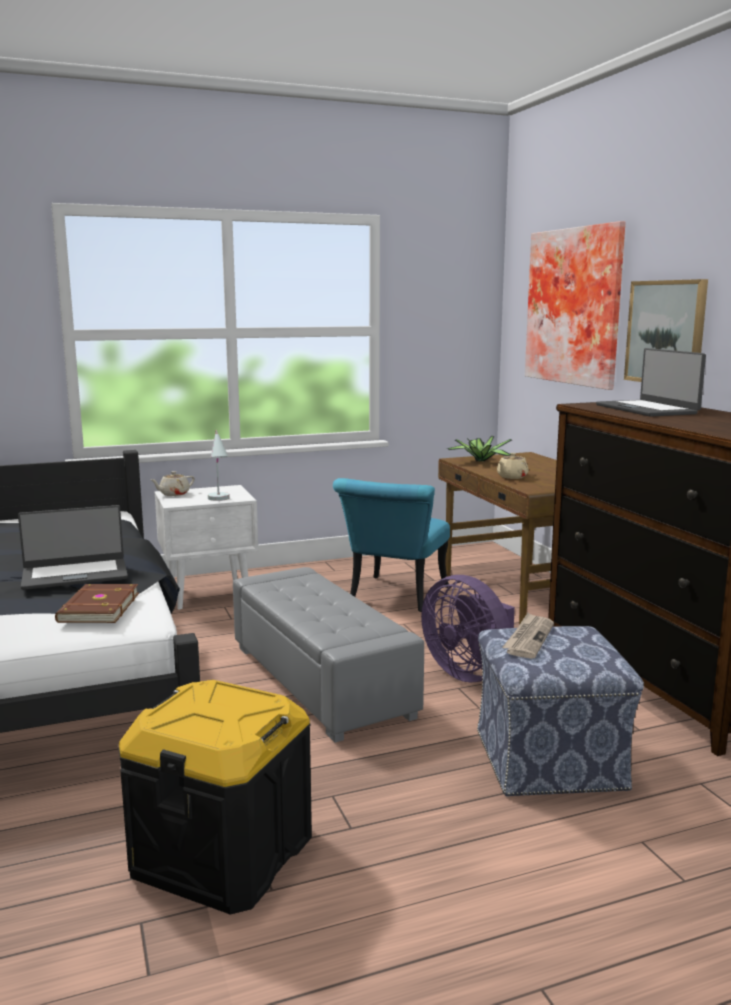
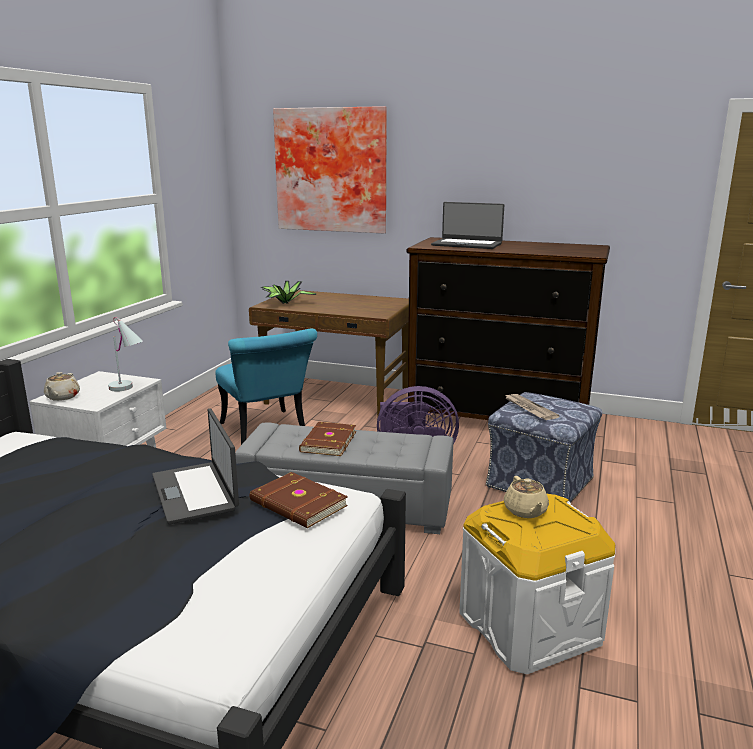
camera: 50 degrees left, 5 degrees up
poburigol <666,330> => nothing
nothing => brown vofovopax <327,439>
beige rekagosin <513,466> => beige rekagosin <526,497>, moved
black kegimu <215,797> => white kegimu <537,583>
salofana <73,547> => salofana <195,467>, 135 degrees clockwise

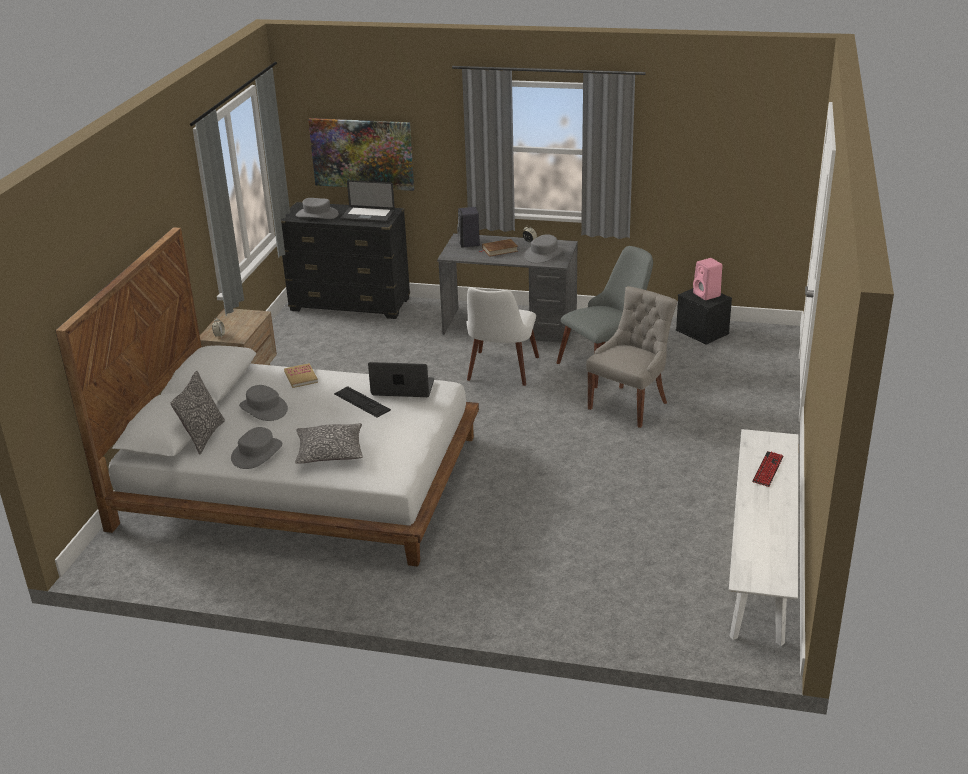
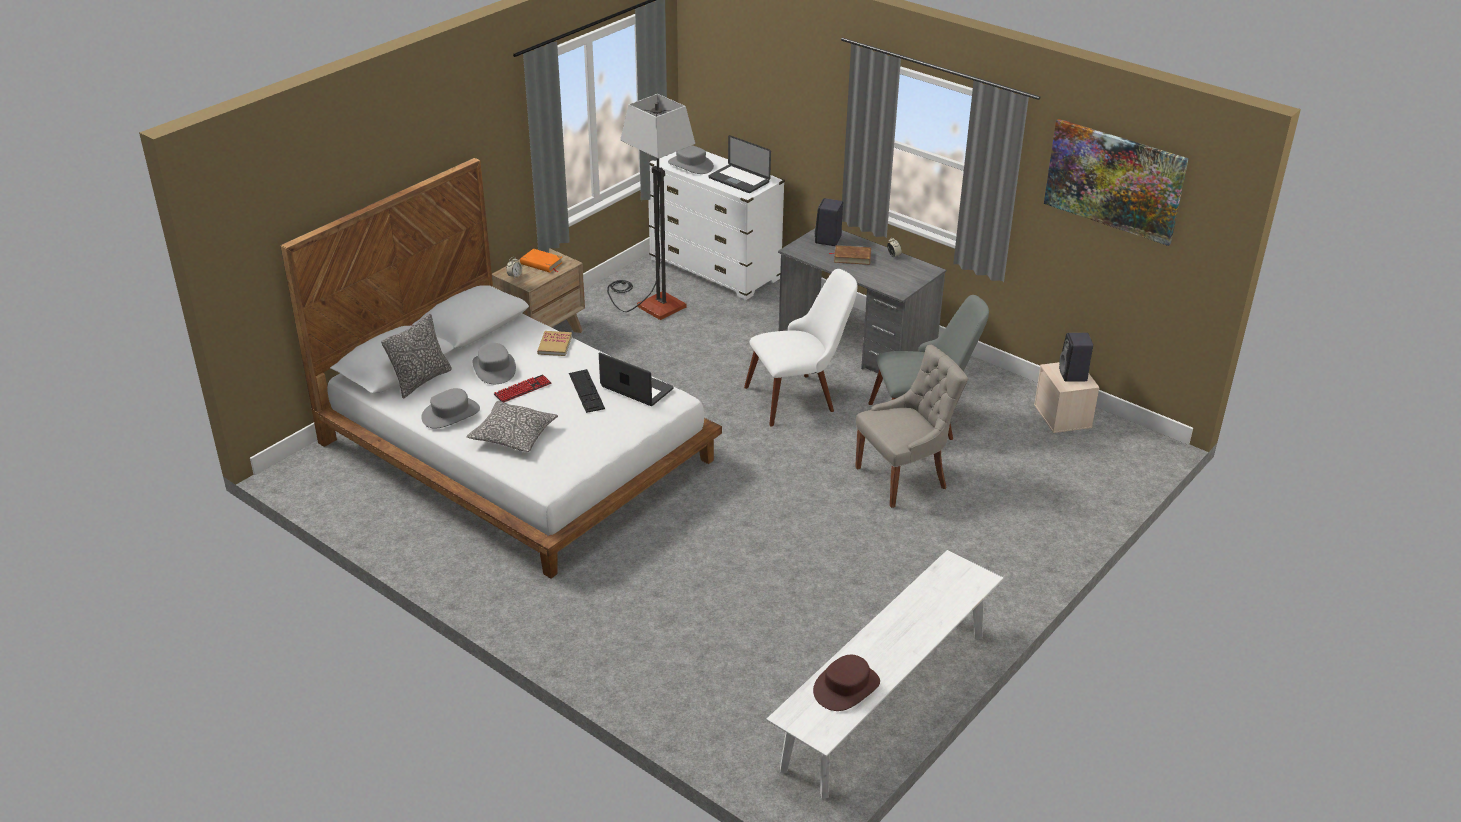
camera: 25 degrees right, 5 degrees up
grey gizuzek <544,248> => nothing
nothing => orange vofovopax <541,261>
nothing => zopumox <651,207>
nothing => brown gizuzek <846,683>
poburigol <361,154> => poburigol <1116,182>, moved
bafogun <768,469> => bafogun <522,388>, moved
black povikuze <345,260> => white povikuze <716,225>
black kegimu <704,316> => beige kegimu <1067,397>
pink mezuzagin <707,279> => black mezuzagin <1076,357>
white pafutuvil <502,336> => white pafutuvil <801,348>, 150 degrees counterclockwise

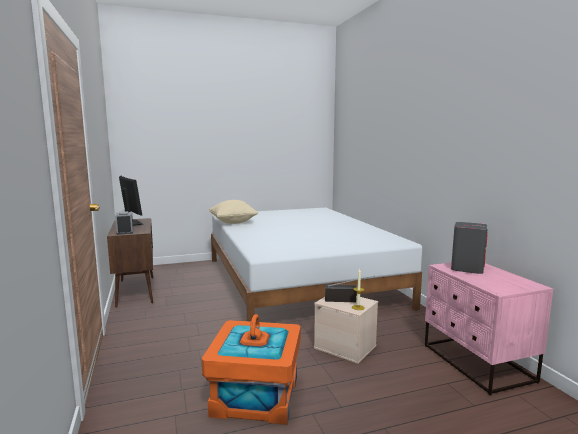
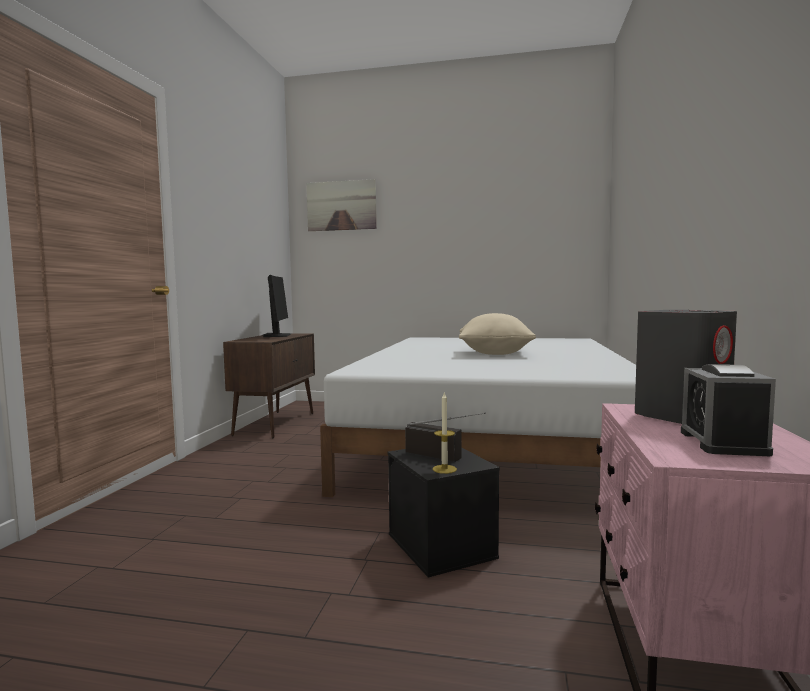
camera: 30 degrees right, 5 degrees down
orange kegimu <251,369> => nothing
nothing => poburigol <342,205>
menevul <124,223> => menevul <728,410>, moved
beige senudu <233,212> => beige senudu <497,334>, moved
beige kegimu <346,330> => black kegimu <444,512>

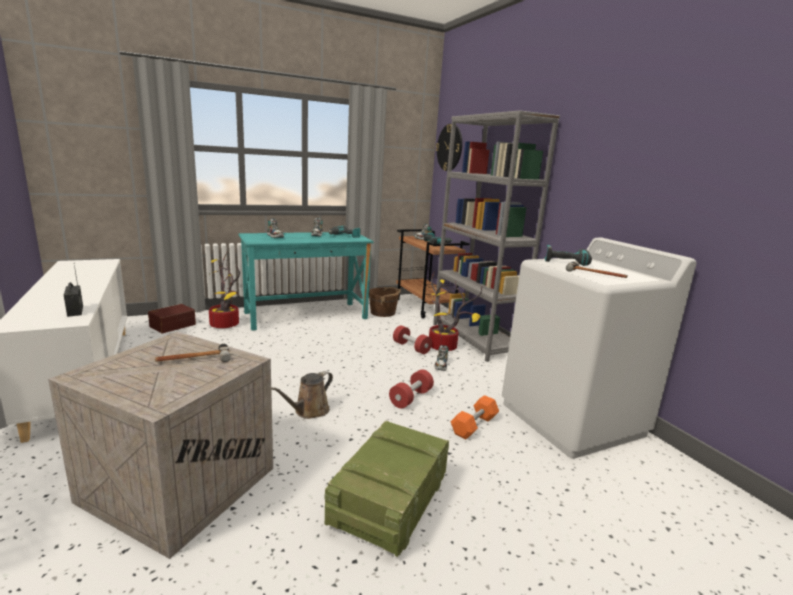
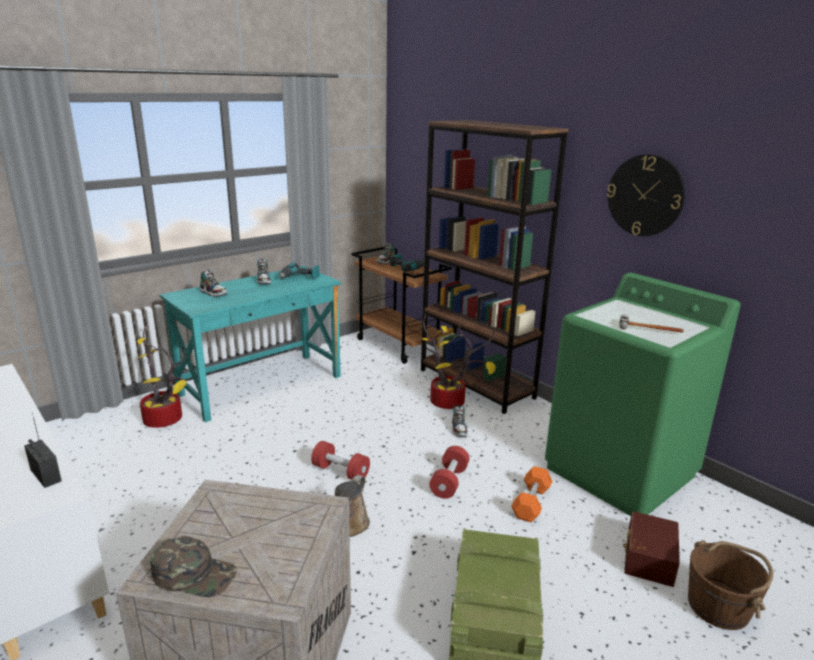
camera: 15 degrees left, 5 degrees up
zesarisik <193,353> => nothing
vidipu <568,255> => nothing
nothing => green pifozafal <193,566>
brown kegimu <172,318> => brown kegimu <651,549>, moved
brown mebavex <385,302> => brown mebavex <731,585>, moved
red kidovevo <412,340> => red kidovevo <340,461>, moved
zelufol <449,147> => zelufol <646,195>, moved
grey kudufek <496,236> => brown kudufek <495,267>
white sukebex <599,348> => green sukebex <643,394>

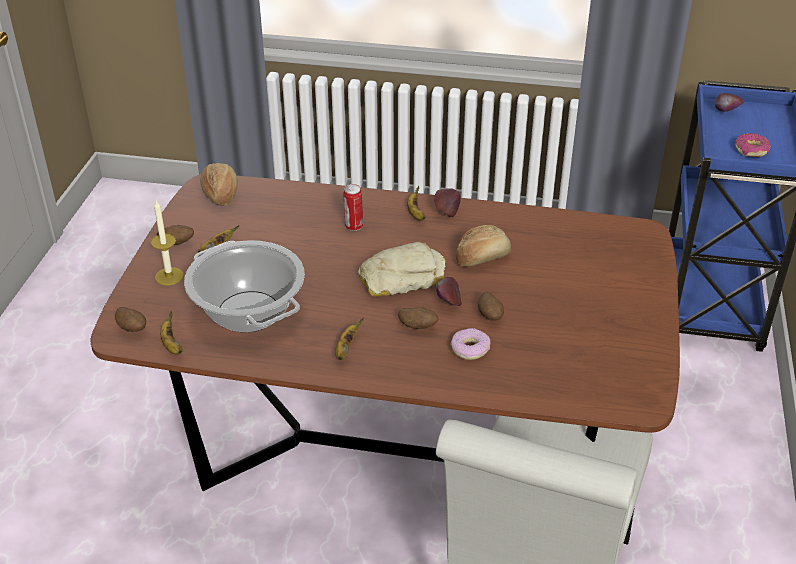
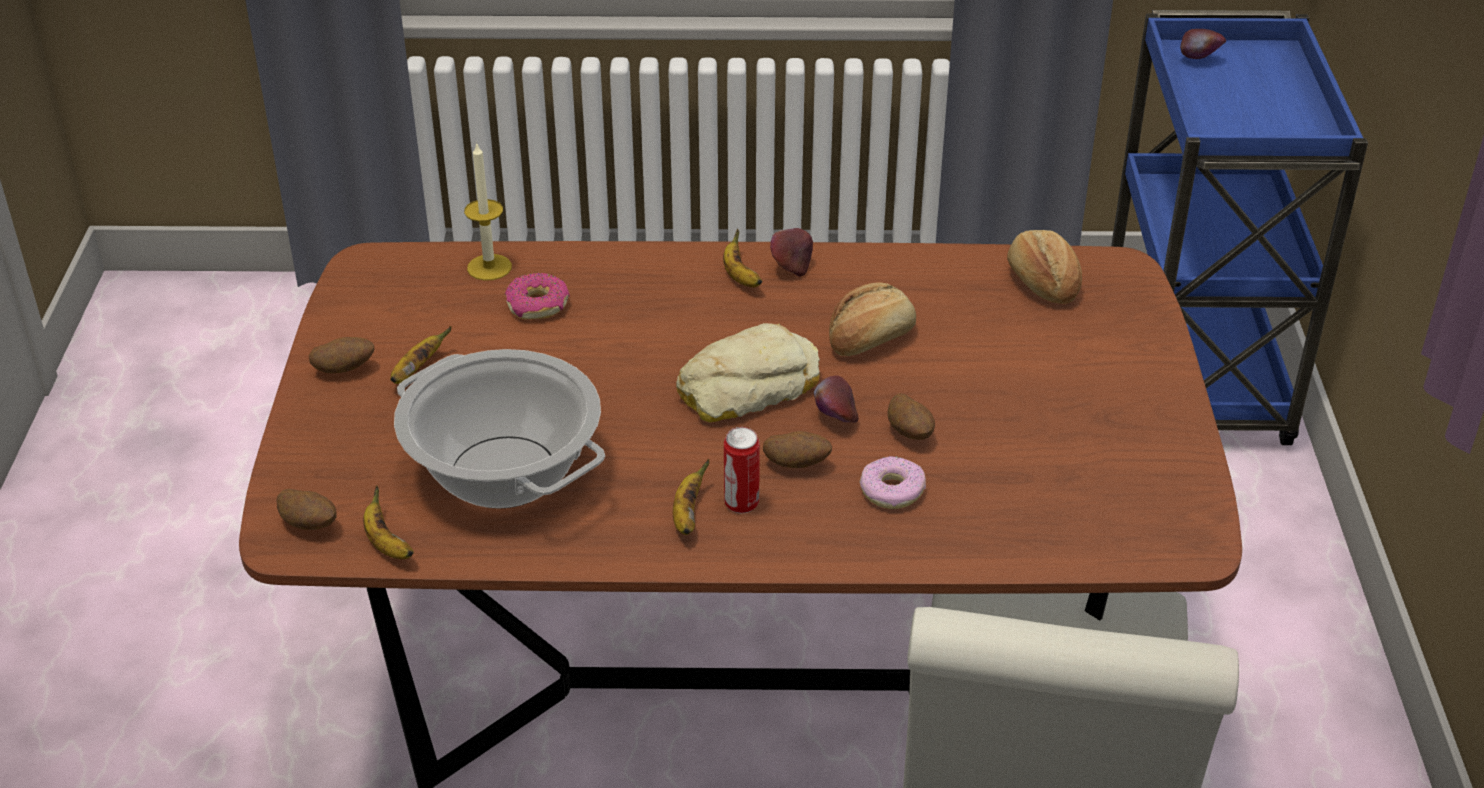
camera: 10 degrees left, 0 degrees up
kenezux <167,243> => kenezux <488,211>, moved
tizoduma <218,184> => tizoduma <1044,267>, moved
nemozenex <353,207> => nemozenex <742,470>, moved
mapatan <753,145> => mapatan <537,296>, moved

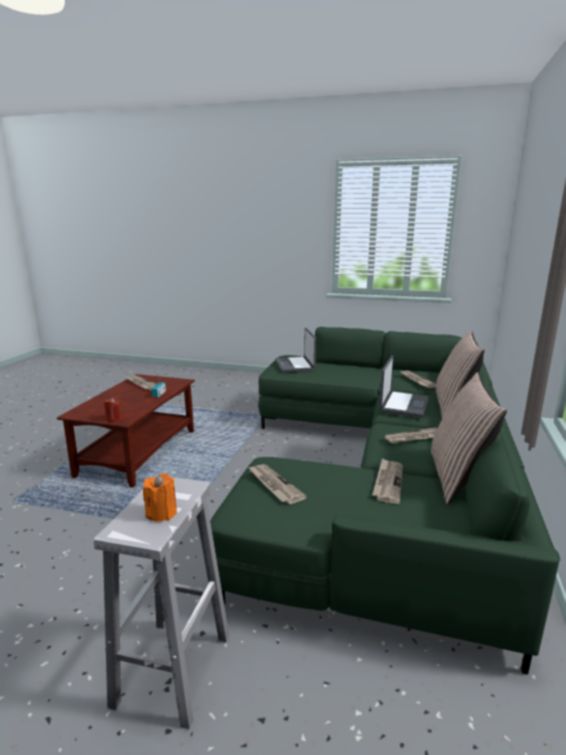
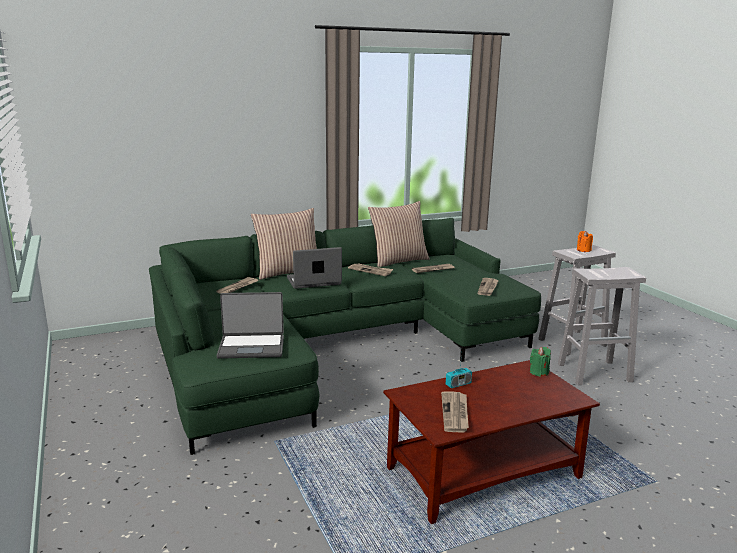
camera: 130 degrees left, 0 degrees up
nothing => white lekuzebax <602,326>
red kenezux <113,410> => green kenezux <540,362>
salofana <295,350> => salofana <250,325>, 45 degrees clockwise

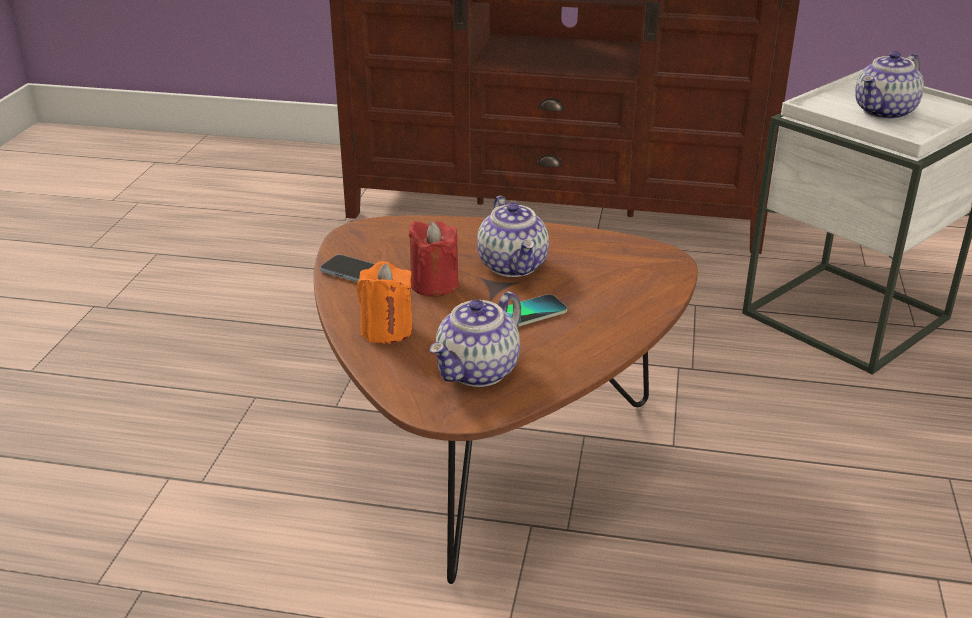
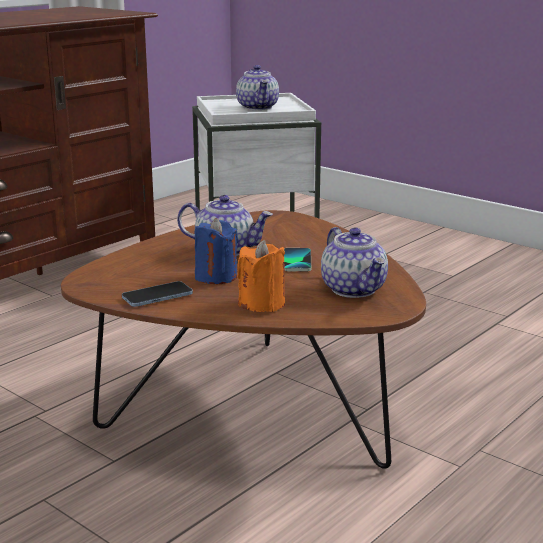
camera: 60 degrees left, 10 degrees down
red kenezux <434,259> => blue kenezux <216,251>

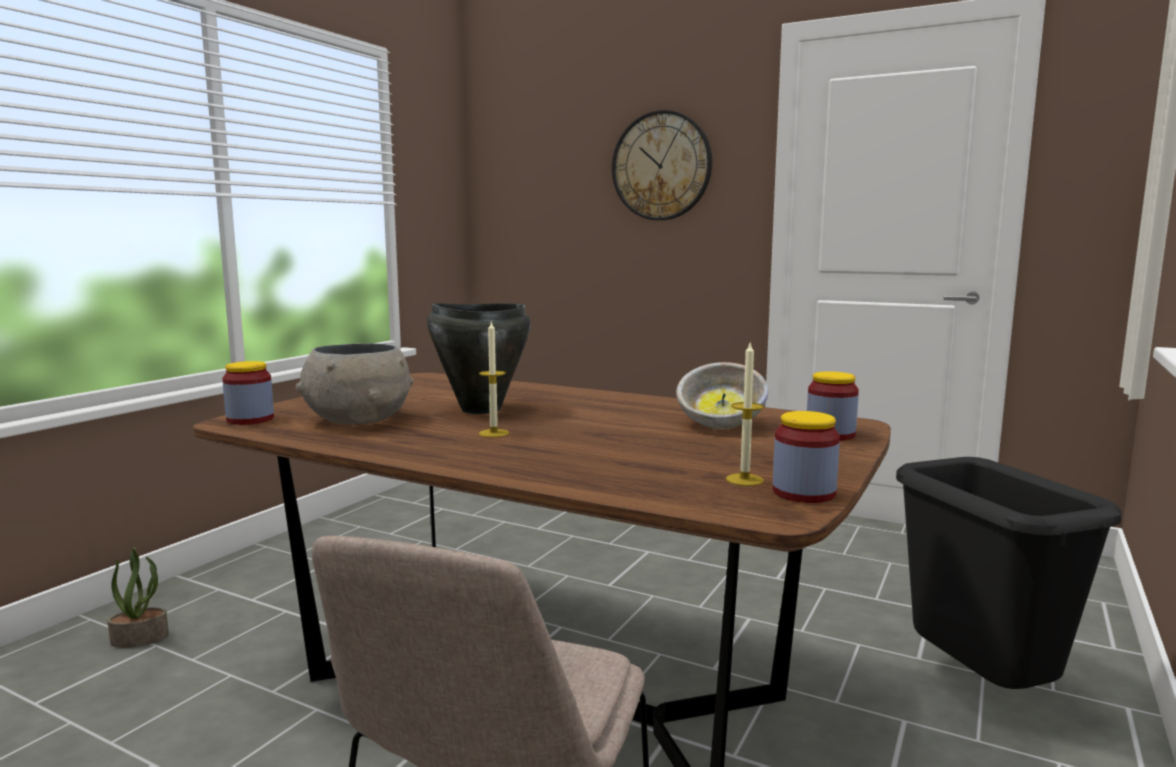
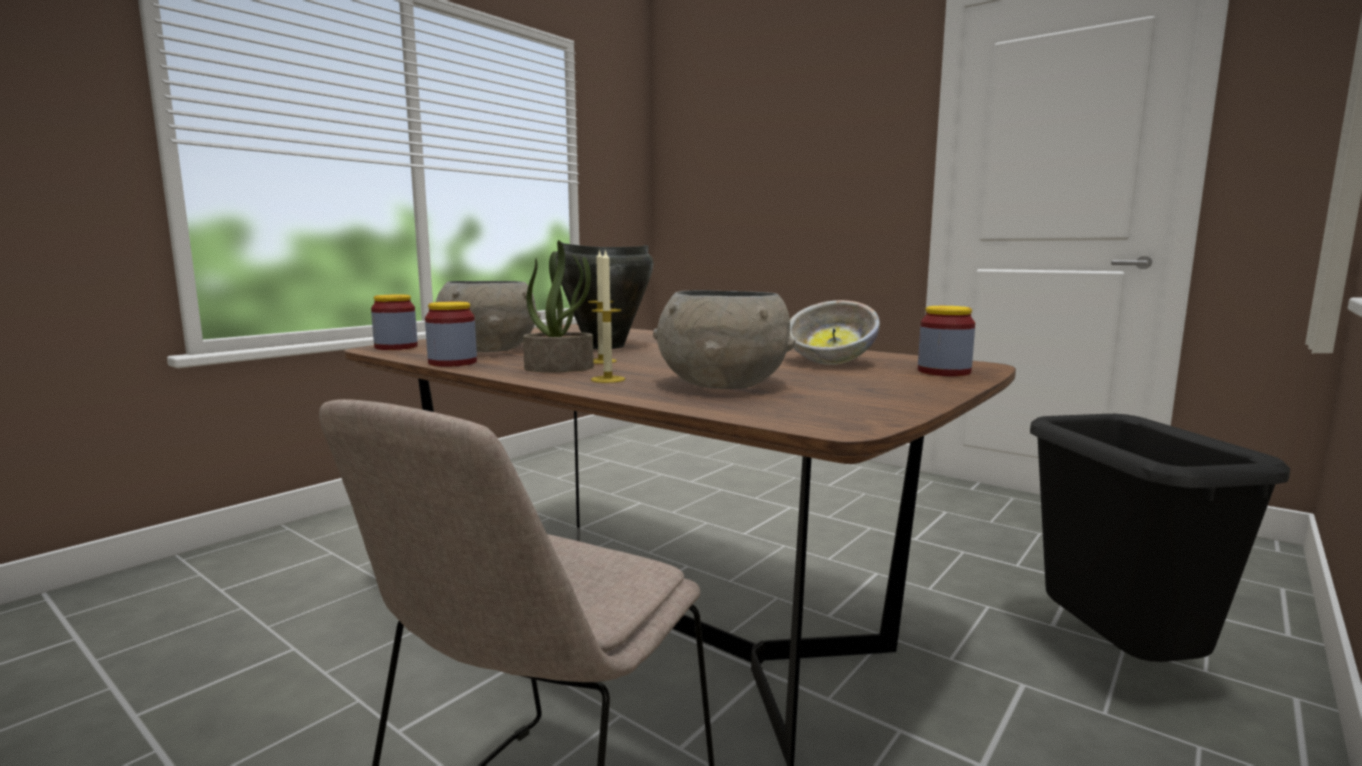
camera: 10 degrees right, 0 degrees up
zelufol <662,165> => nothing
nothing => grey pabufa <724,339>
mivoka <138,597> => mivoka <558,306>, moved
kenezux <745,414> => kenezux <608,316>, moved
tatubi <806,457> => tatubi <451,334>, moved

